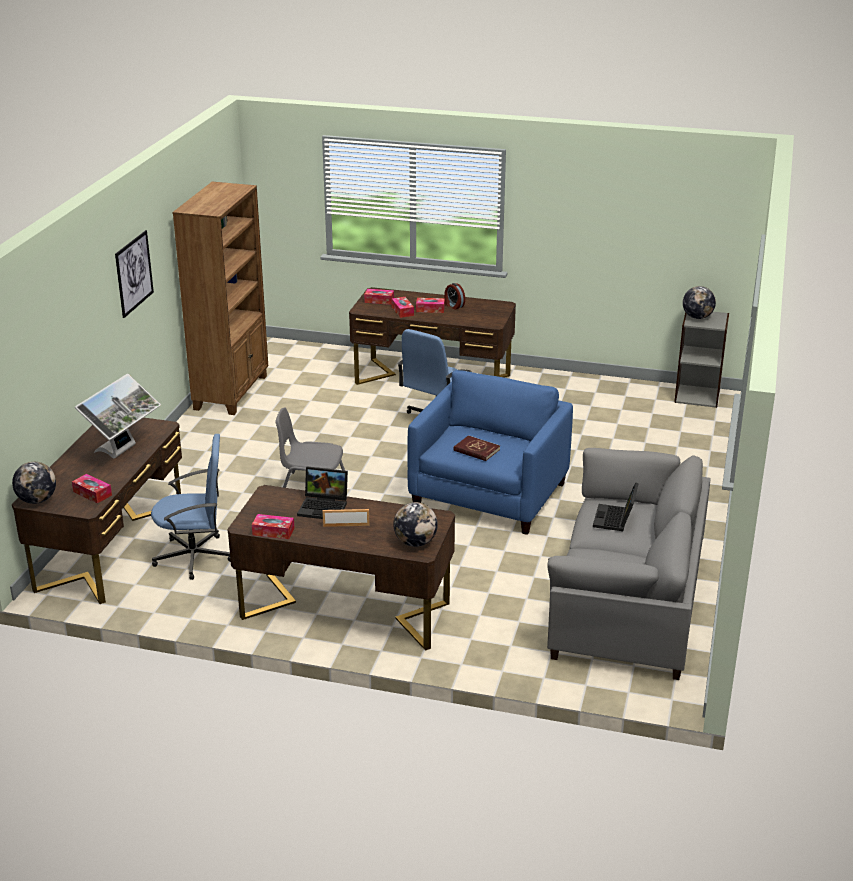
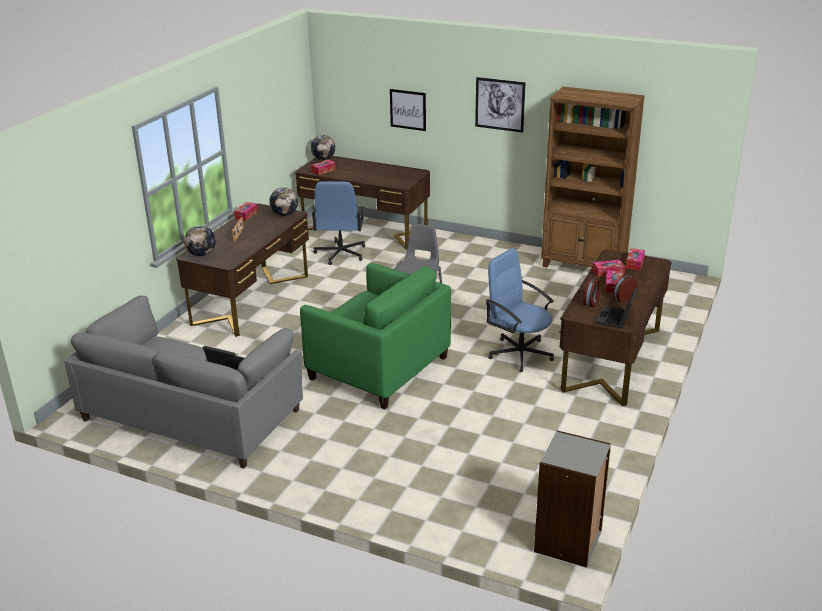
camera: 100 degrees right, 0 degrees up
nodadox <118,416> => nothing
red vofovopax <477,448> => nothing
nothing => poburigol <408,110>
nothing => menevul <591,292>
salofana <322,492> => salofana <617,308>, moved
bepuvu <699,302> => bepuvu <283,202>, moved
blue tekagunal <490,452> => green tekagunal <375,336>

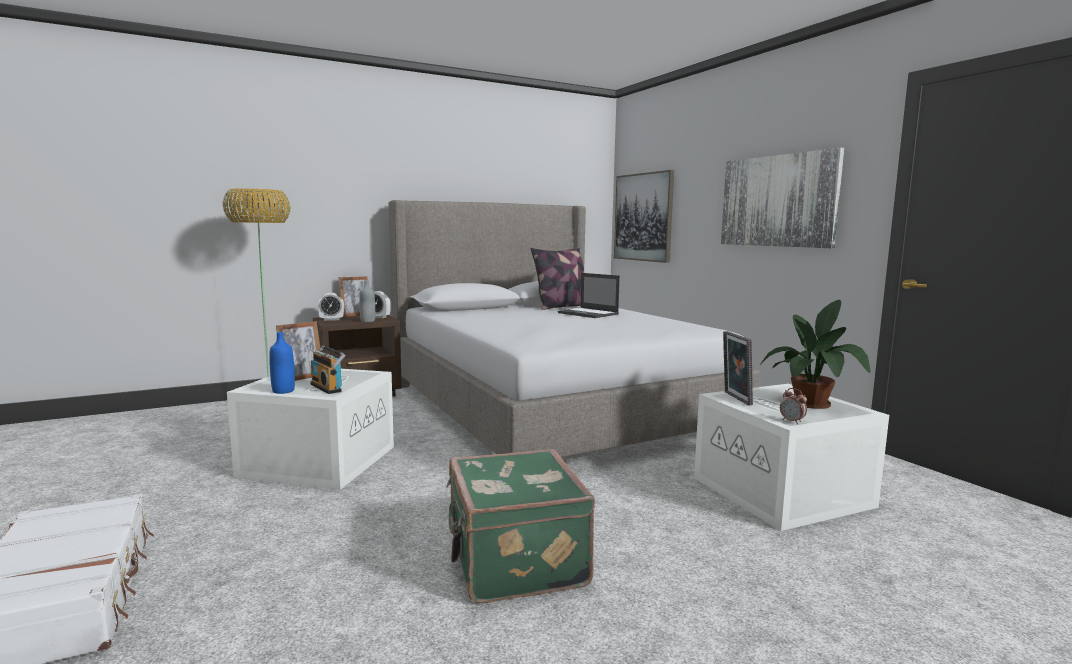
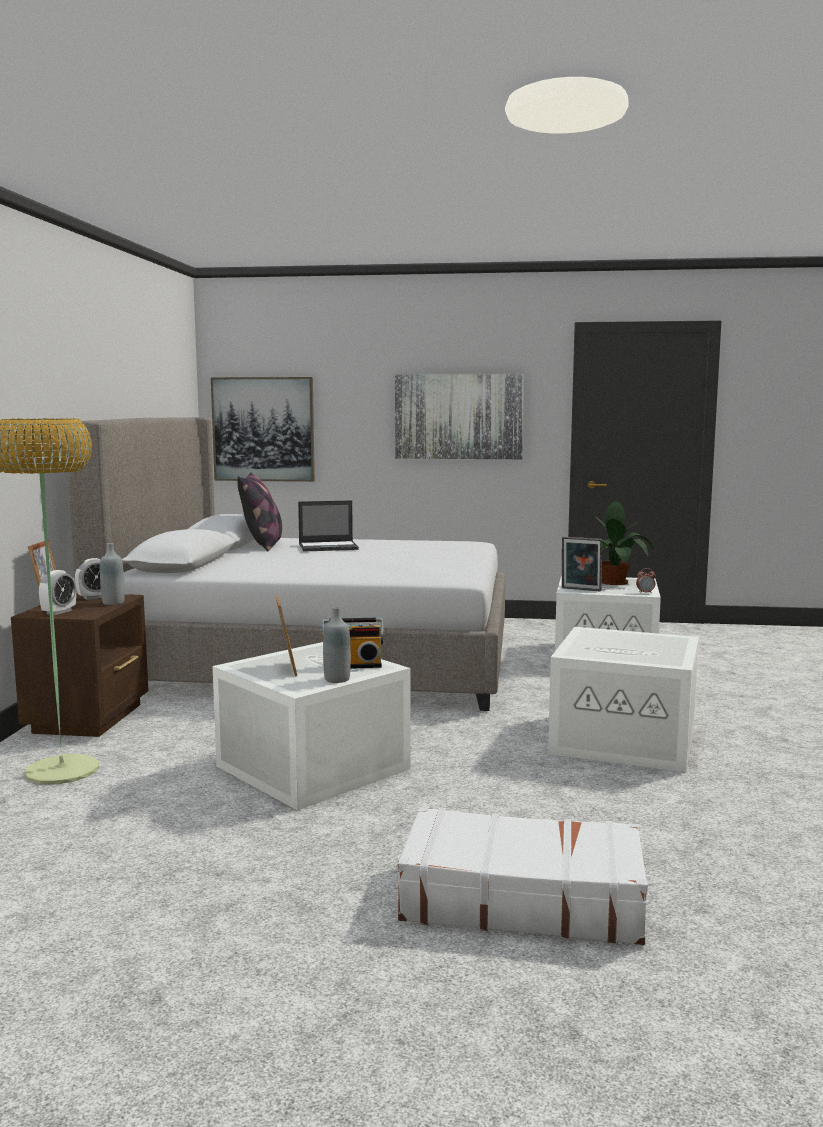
camera: 55 degrees left, 0 degrees up
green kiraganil <520,526> => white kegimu <623,699>
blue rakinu <282,363> => grey rakinu <337,645>

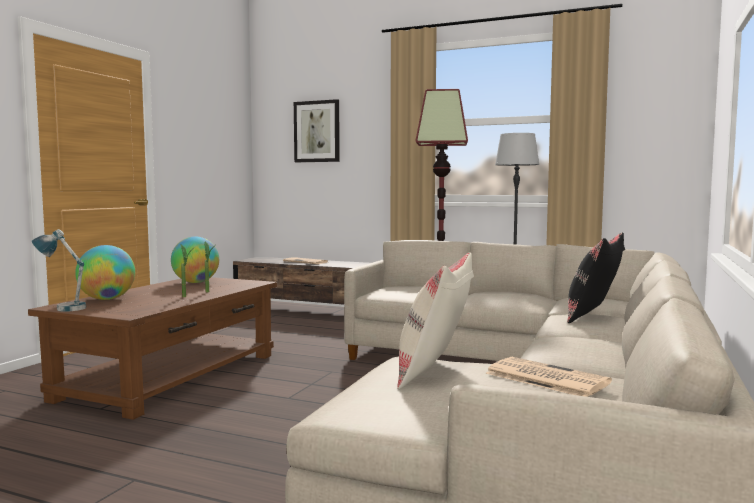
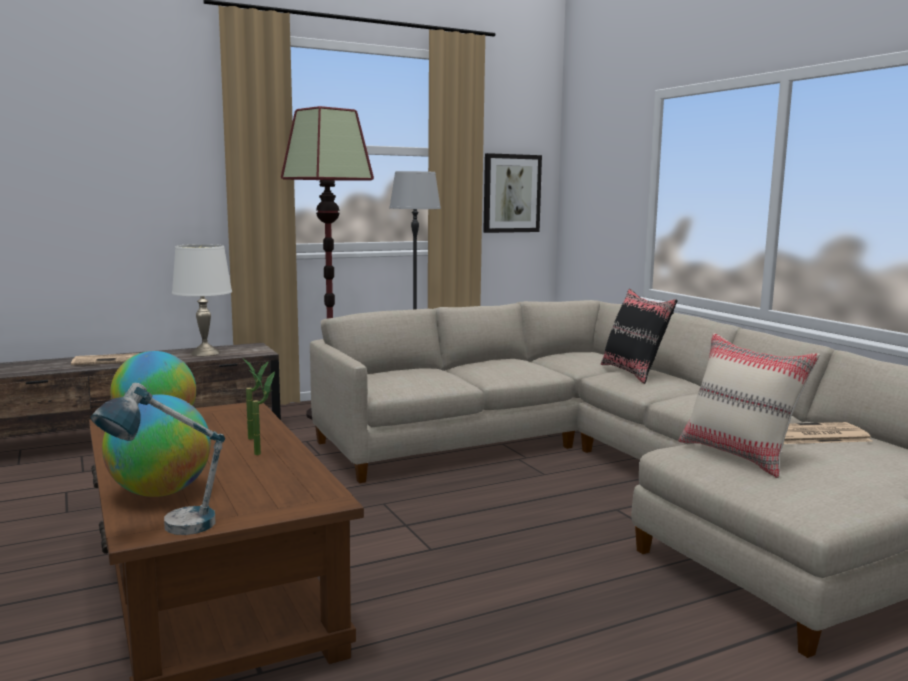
camera: 50 degrees left, 5 degrees up
nothing => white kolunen <202,300>
poburigol <317,130> => poburigol <512,193>, moved

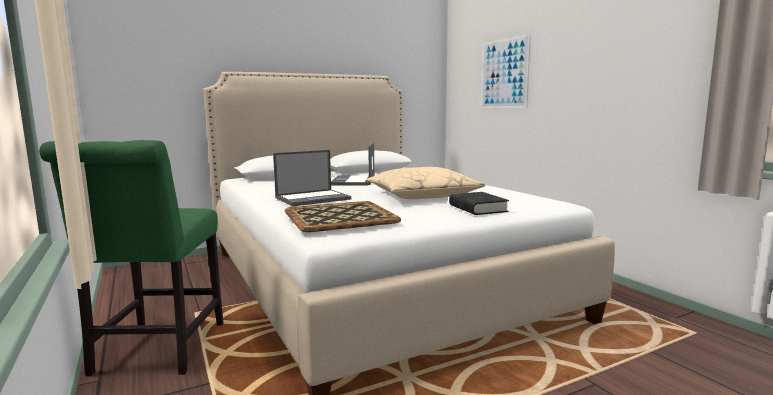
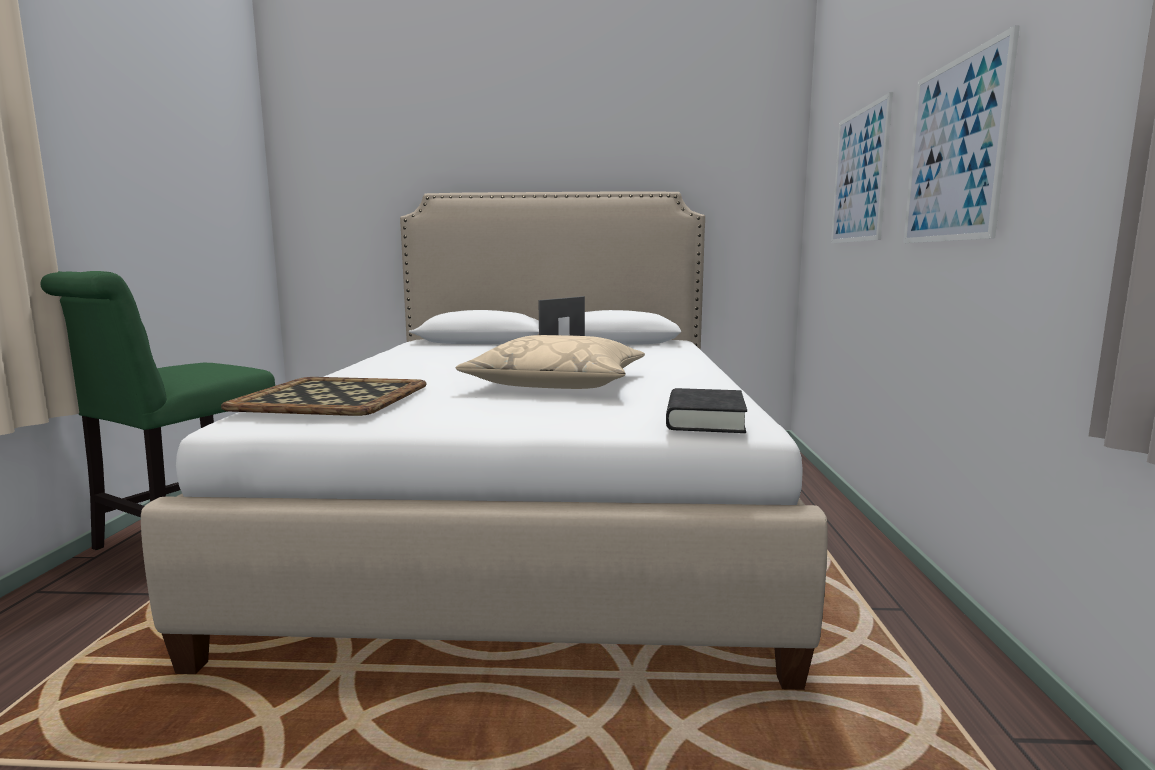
camera: 30 degrees right, 0 degrees up
salofana <312,178> => nothing
nothing => poburigol <961,134>
black vofovopax <479,203> => black vofovopax <706,410>, moved

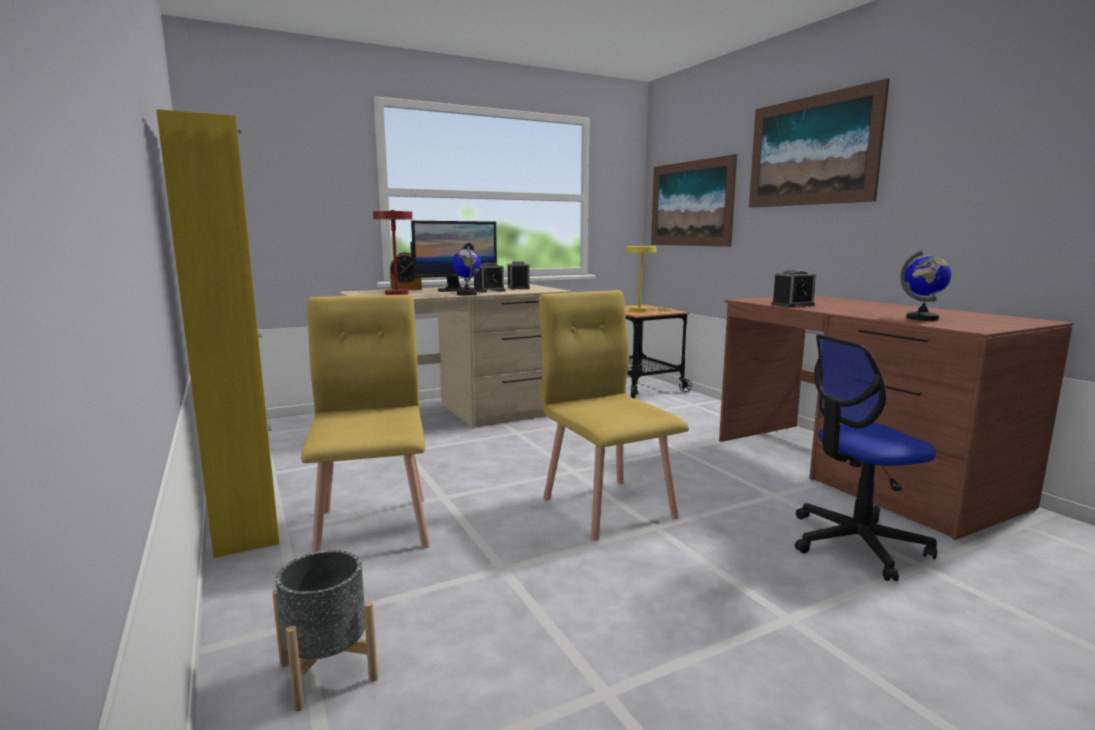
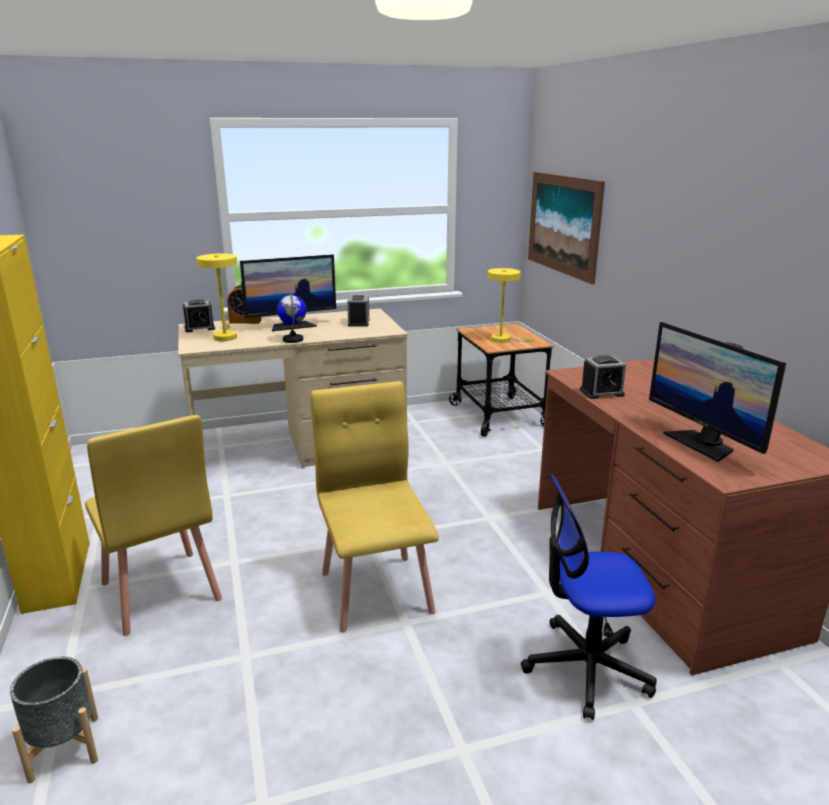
camera: 10 degrees right, 10 degrees up
poburigol <819,143> => nothing
menevul <489,278> => menevul <199,316>, moved
bepuvu <925,285> => nodadox <717,392>
red kolunen <392,252> => yellow kolunen <217,297>
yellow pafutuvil <365,424> => yellow pafutuvil <153,525>, 150 degrees clockwise

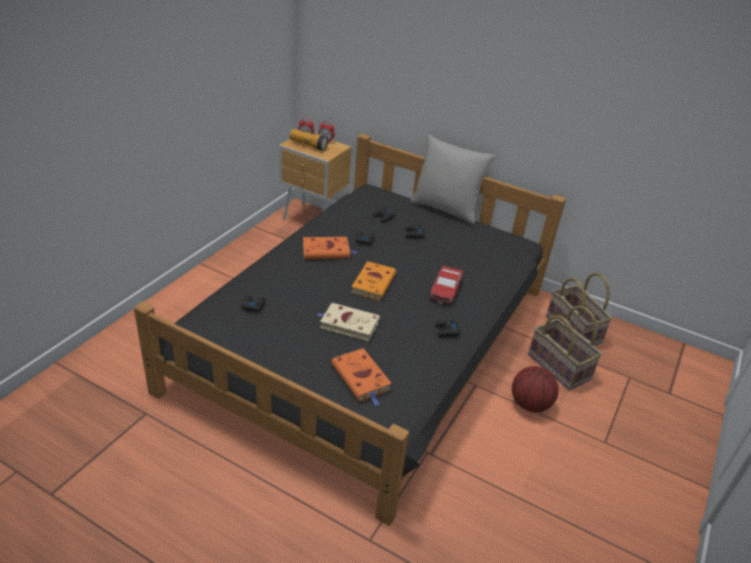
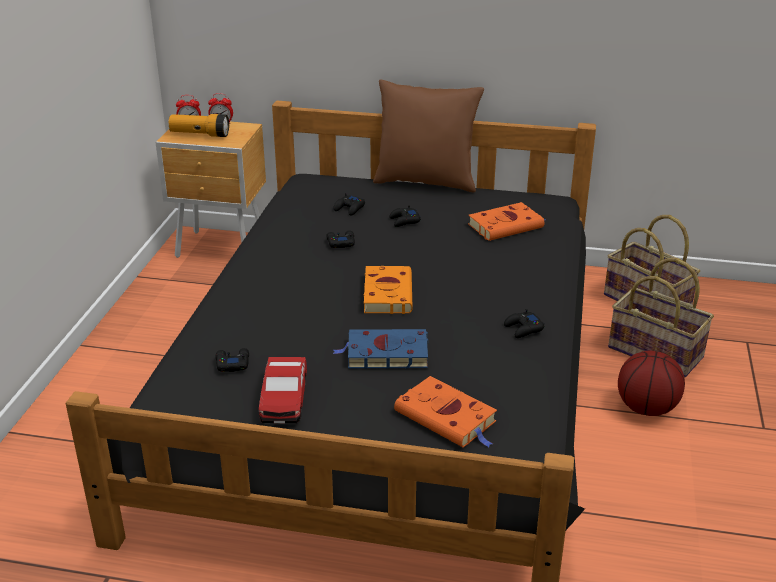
camera: 15 degrees left, 5 degrees down
orange vofovopax <330,248> => orange vofovopax <506,221>, moved
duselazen <446,285> => duselazen <283,390>, moved
beige vofovopax <348,322> => blue vofovopax <380,349>
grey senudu <453,179> => brown senudu <428,136>

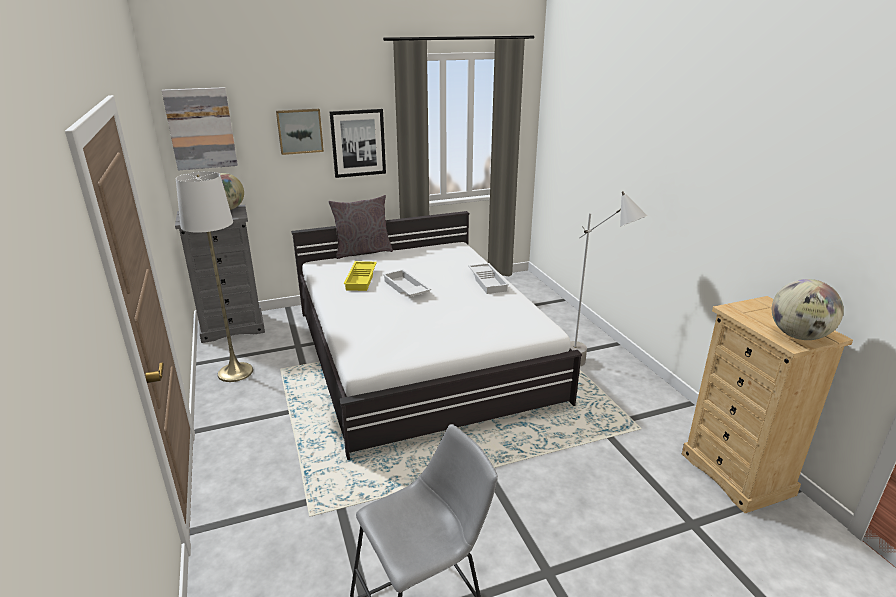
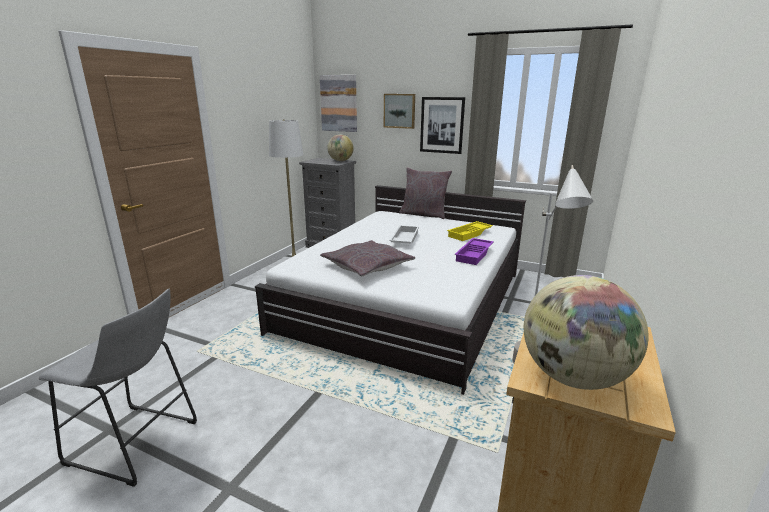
camera: 45 degrees right, 5 degrees down
nothing => grey senudu <367,258>
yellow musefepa <360,276> => yellow musefepa <470,231>, moved
white musefepa <488,278> => purple musefepa <474,251>

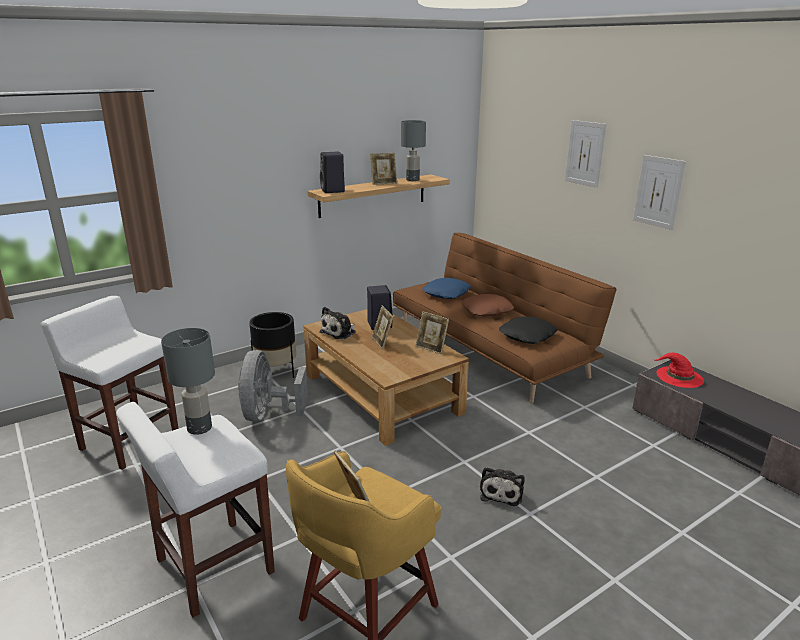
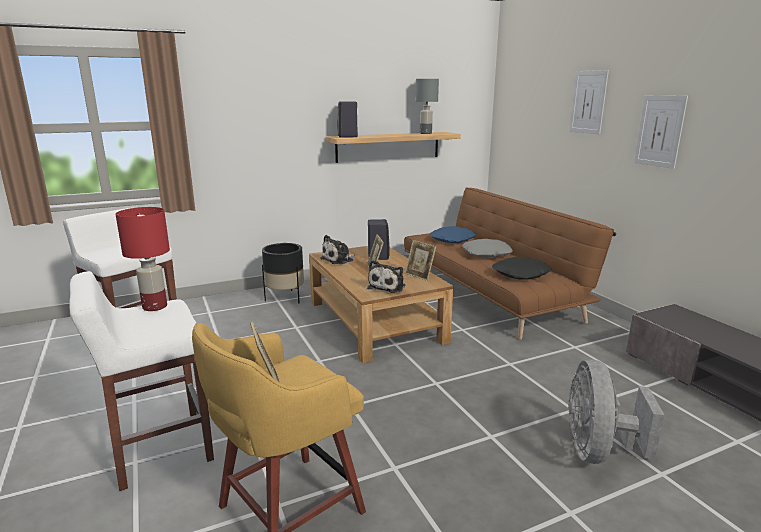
camera: 10 degrees right, 5 degrees down
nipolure <383,169> => nothing
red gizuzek <679,370> => nothing
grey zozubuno <273,386> => grey zozubuno <616,411>, moved
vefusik <502,486> => vefusik <386,276>, moved
grey kolunen <188,381> => red kolunen <143,259>
brown senudu <487,305> => grey senudu <488,248>

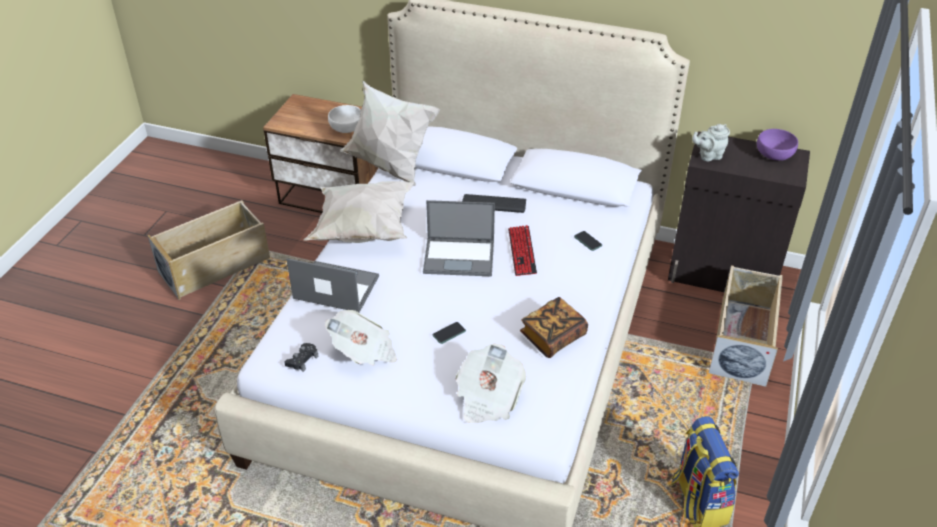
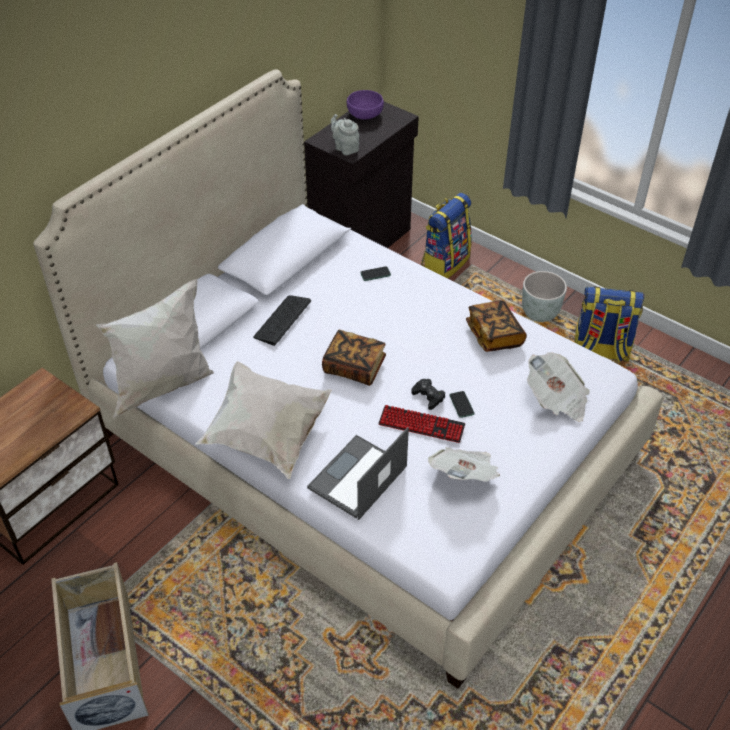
camera: 70 degrees left, 5 degrees up
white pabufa <344,119> => nothing
nothing => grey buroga <544,296>
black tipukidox <301,357> => black tipukidox <428,394>, moved
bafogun <522,250> => bafogun <421,424>, moved
salofana <459,238> => vofovopax <354,358>
beige kegimu <746,326> => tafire <446,235>
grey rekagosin <711,142> => grey rekagosin <345,134>, 135 degrees clockwise

